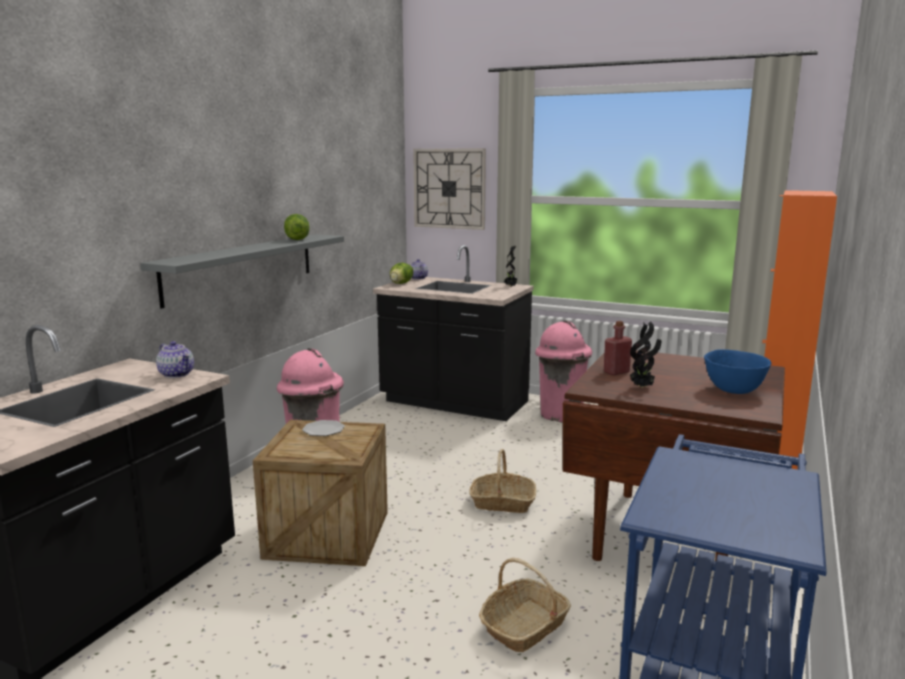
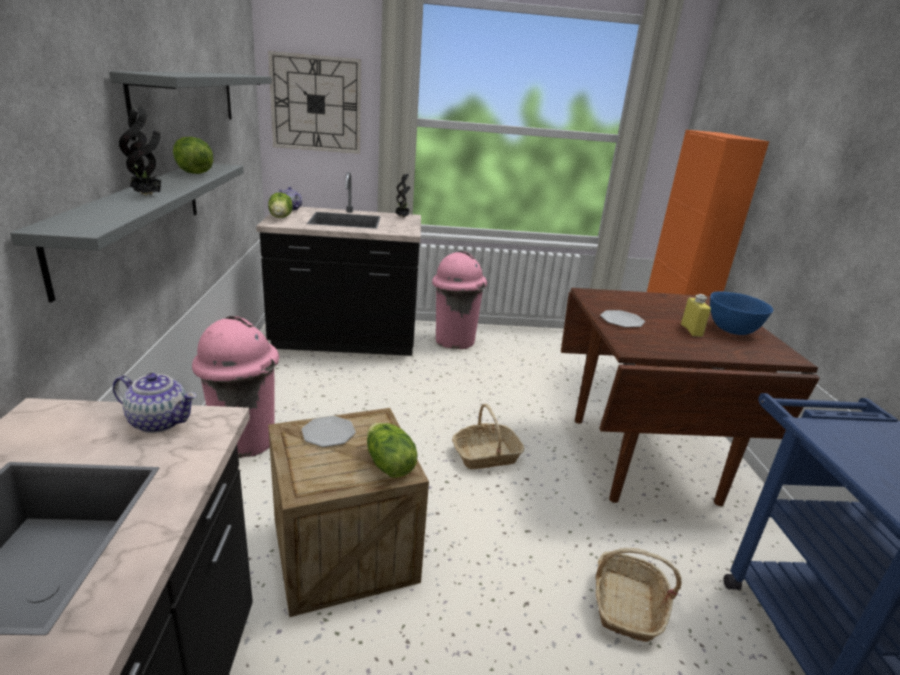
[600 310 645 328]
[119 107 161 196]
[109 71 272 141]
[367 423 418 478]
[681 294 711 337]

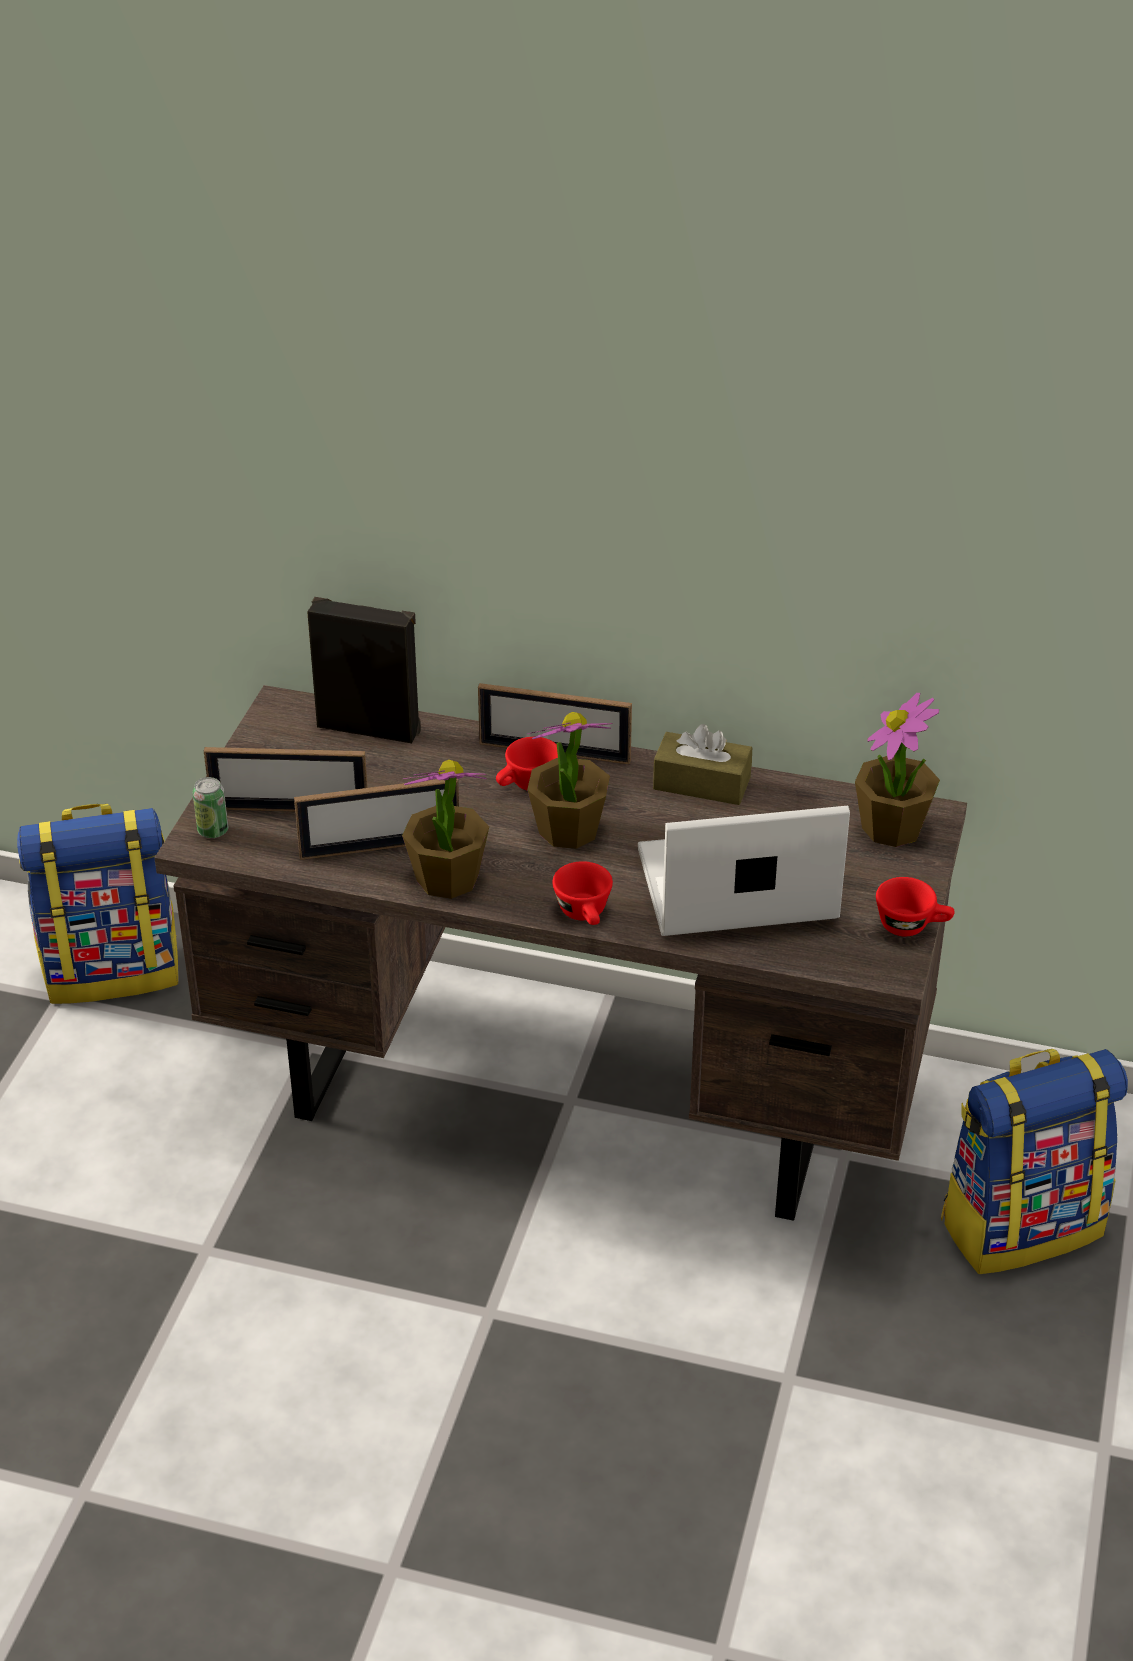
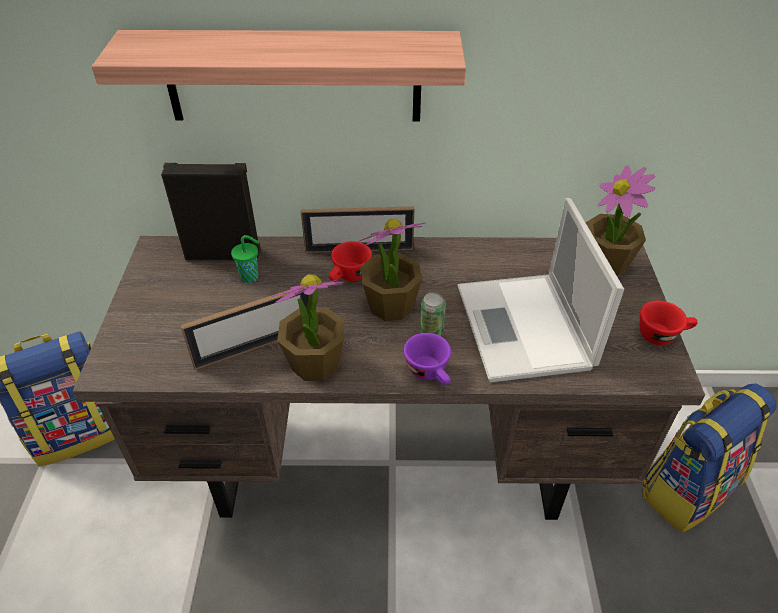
[420 292 446 336]
[204 747 368 812] (first image)
[404 333 451 385]
[458 198 624 382]
[653 724 752 805] (first image)
[92 30 466 121]
[231 235 259 283]

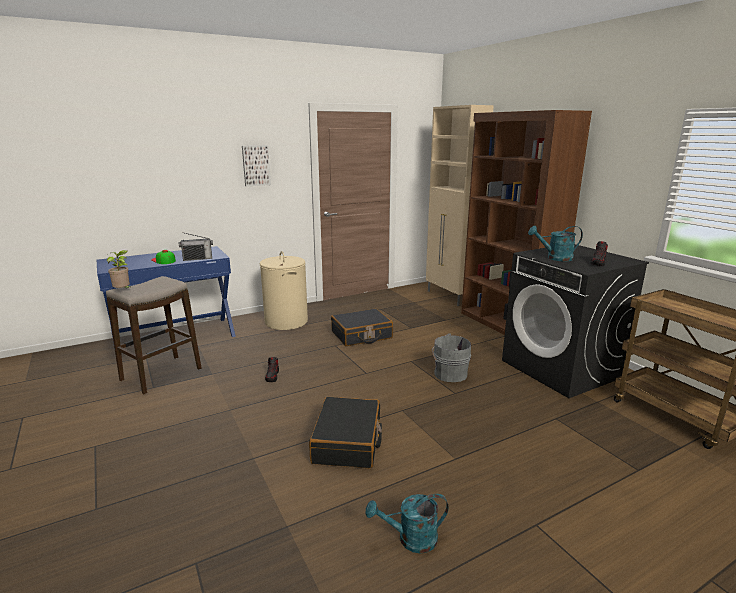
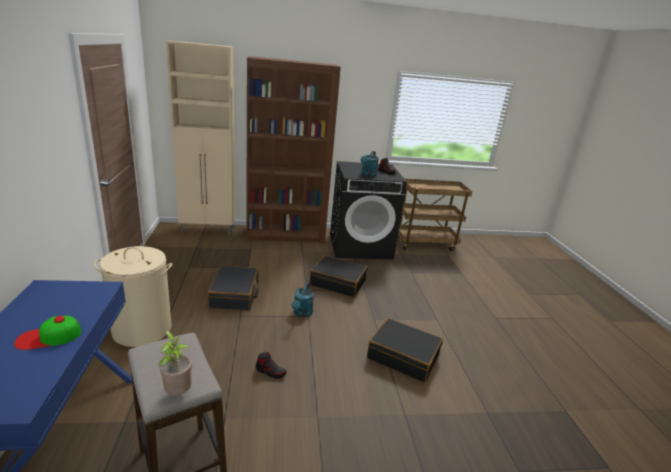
[179 232 213 261] (first image)
[242 145 271 186] (first image)
[292 283 314 317]
[310 256 368 297]

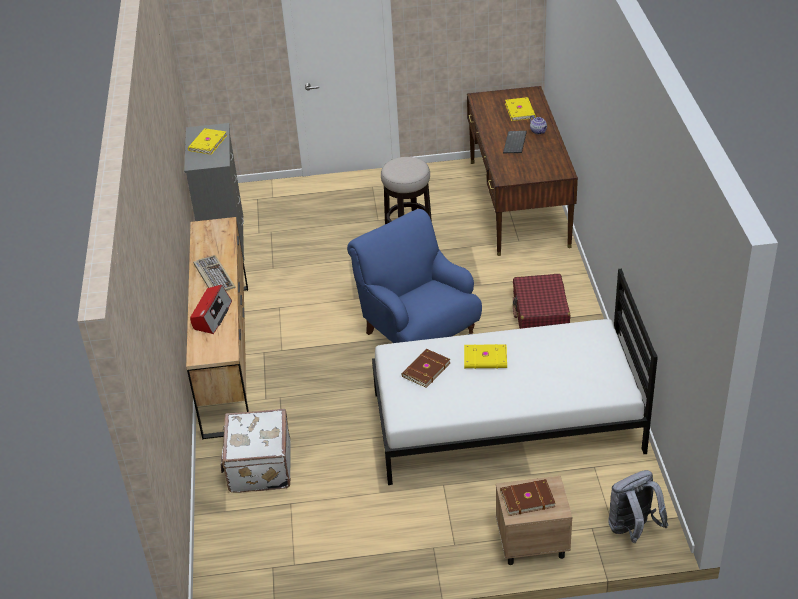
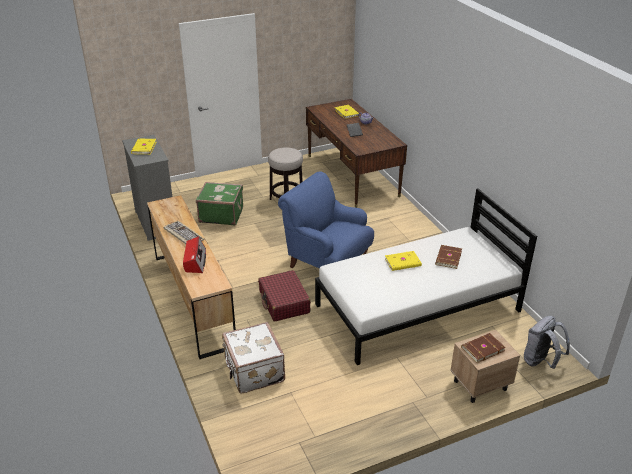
[435 245 462 269]
[258 270 311 322]
[196 182 243 225]

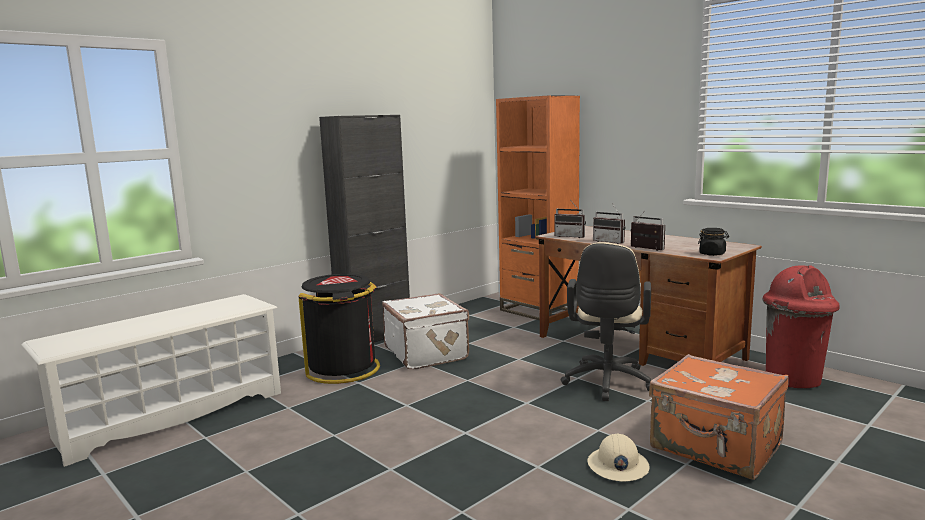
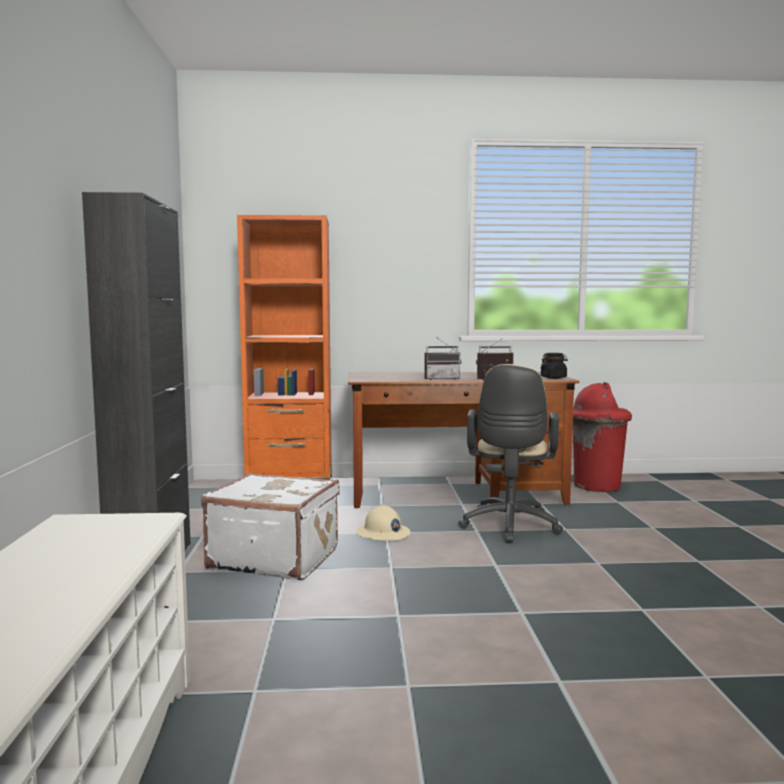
[298 274 380 384] (first image)
[554 201 586 238] (first image)
[458 364 563 543]
[356 506 411 541]
[649 354 789 480] (first image)

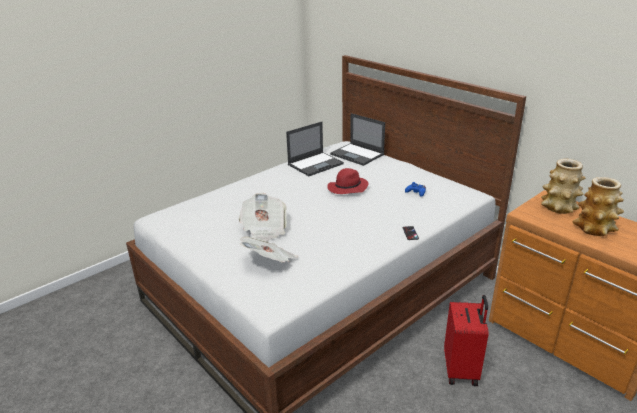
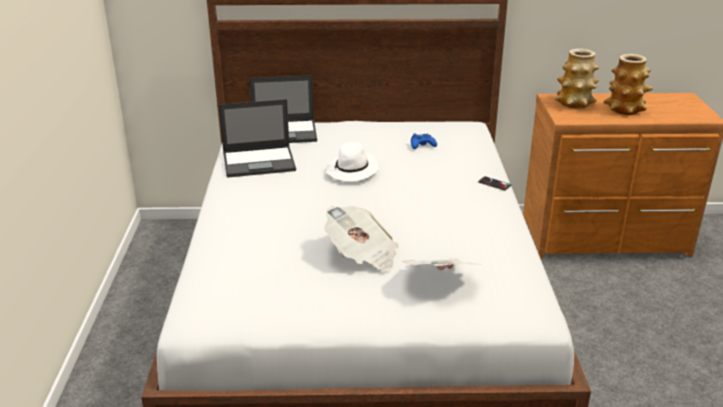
[219 99 296 178]
[326 143 379 182]
[444 295 489 386] (first image)

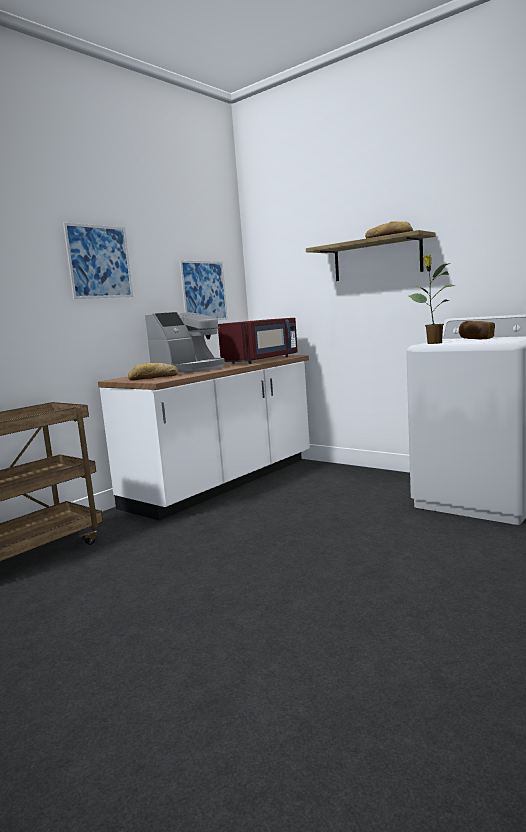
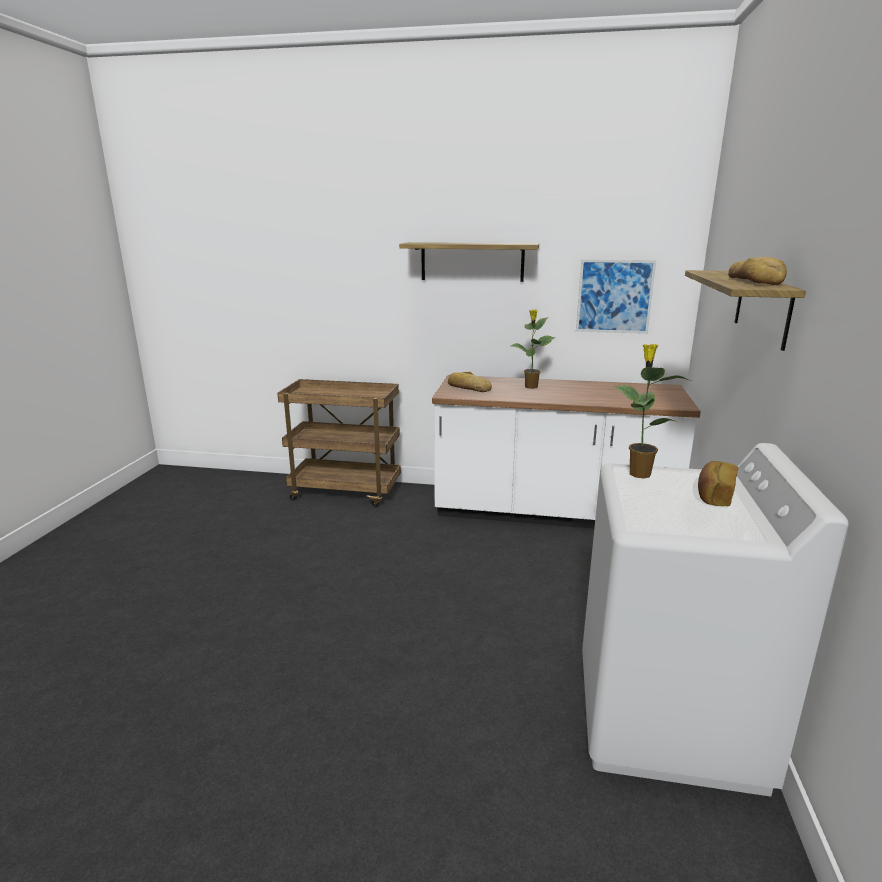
[399 242 539 282]
[511 309 555 389]
[218 318 298 364] (first image)

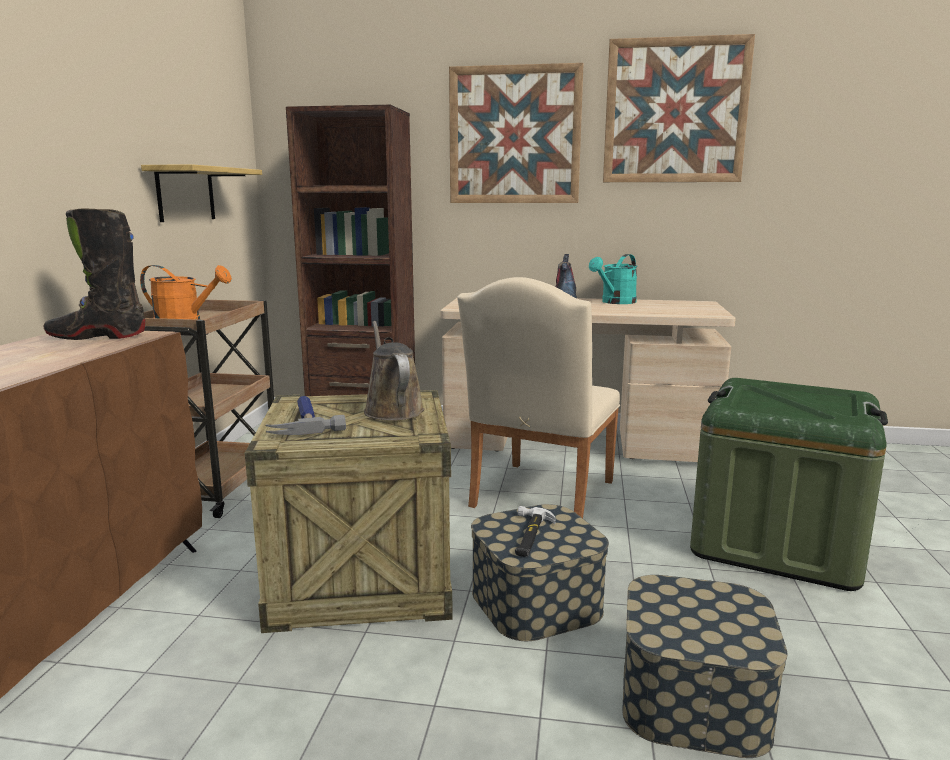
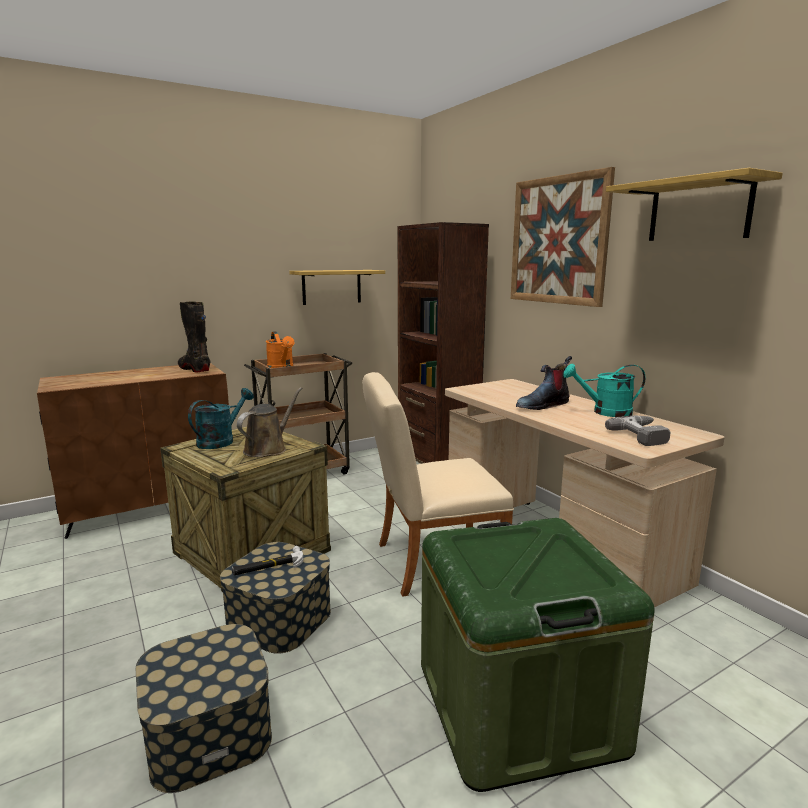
[188 388 254 449]
[606 168 783 241]
[605 416 671 446]

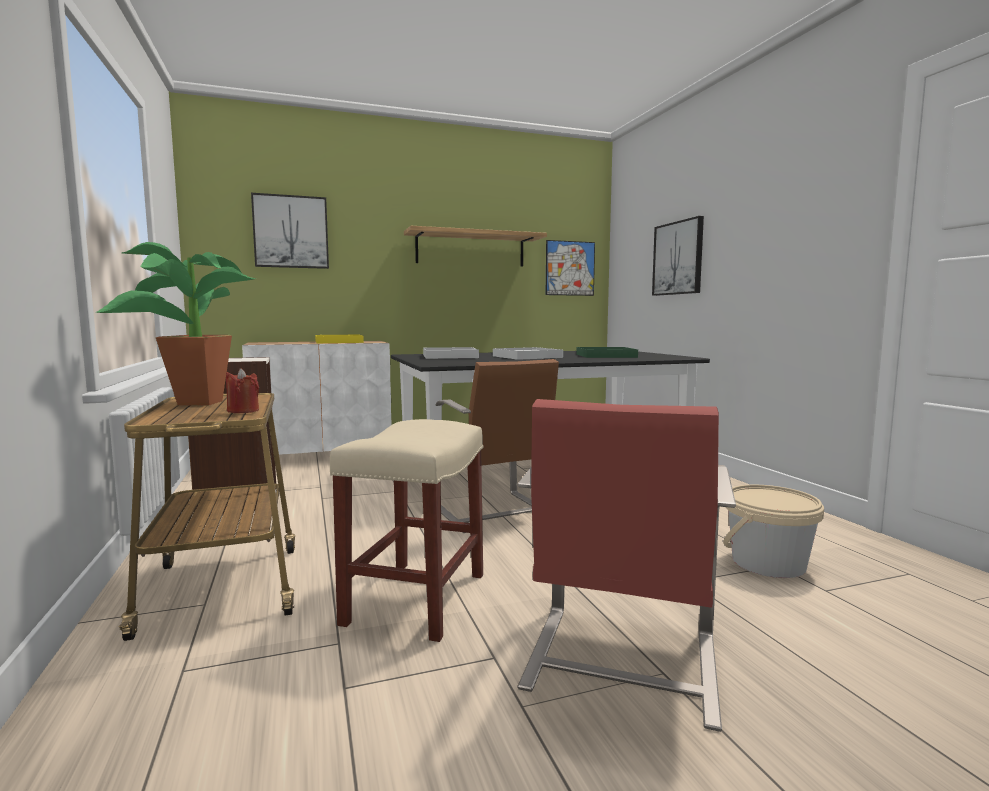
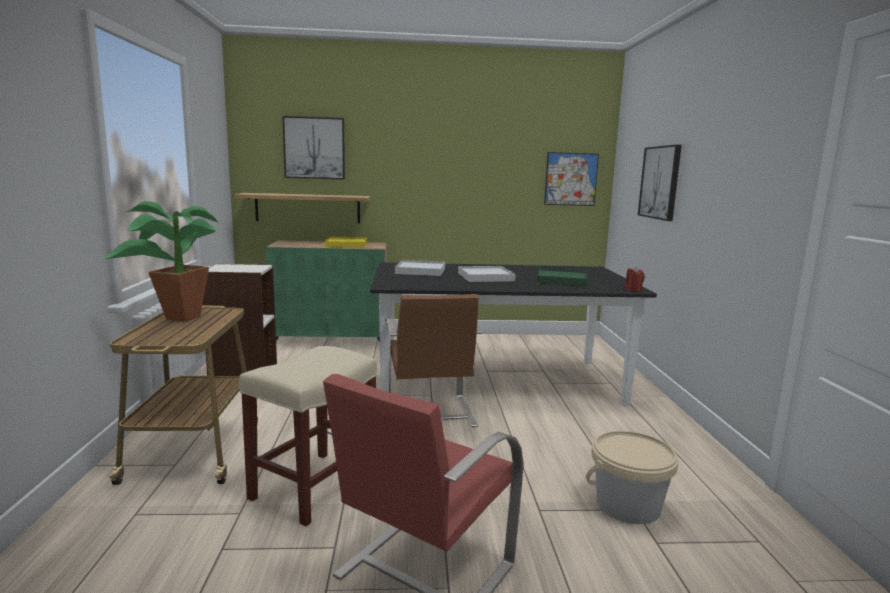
[625 267 645 292]
[265 240 387 343]
[234 193 370 223]

